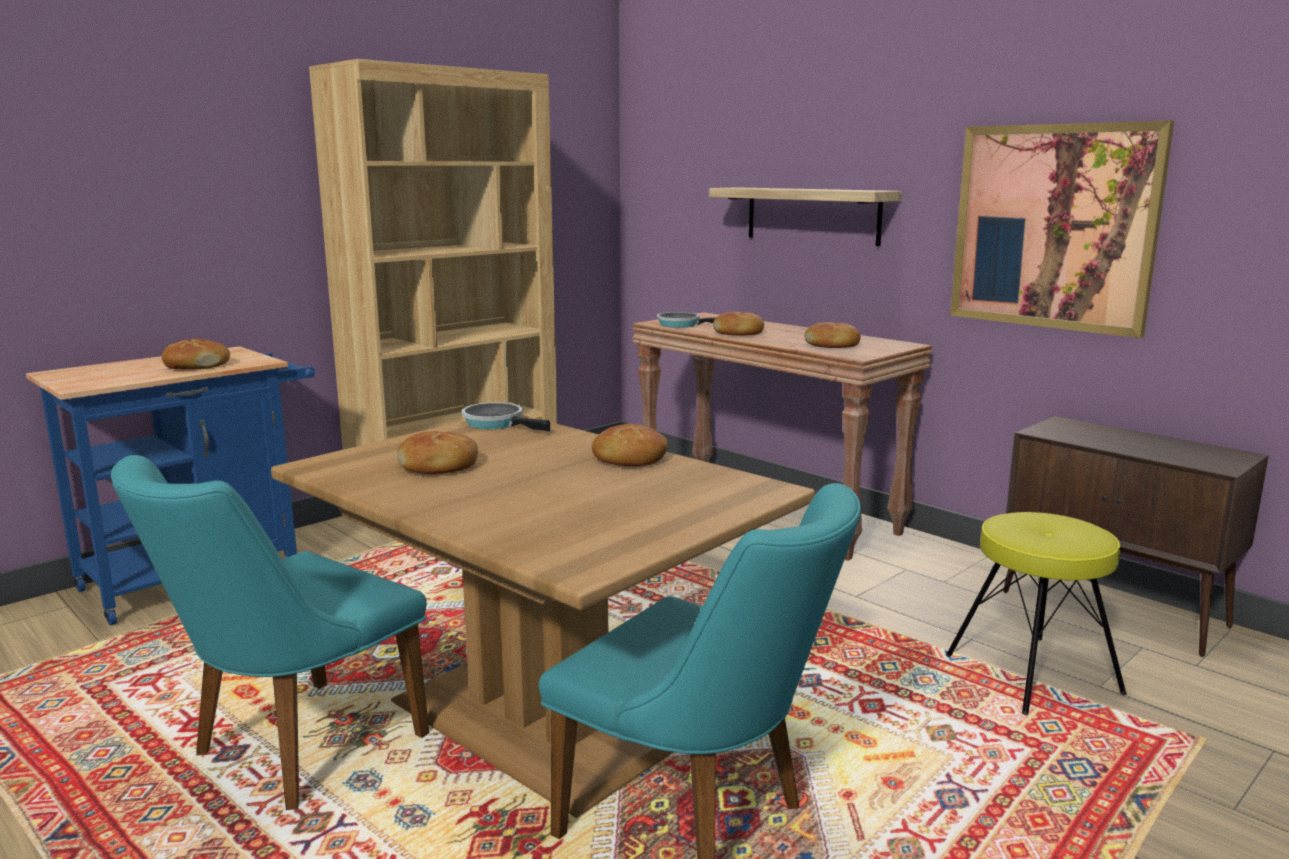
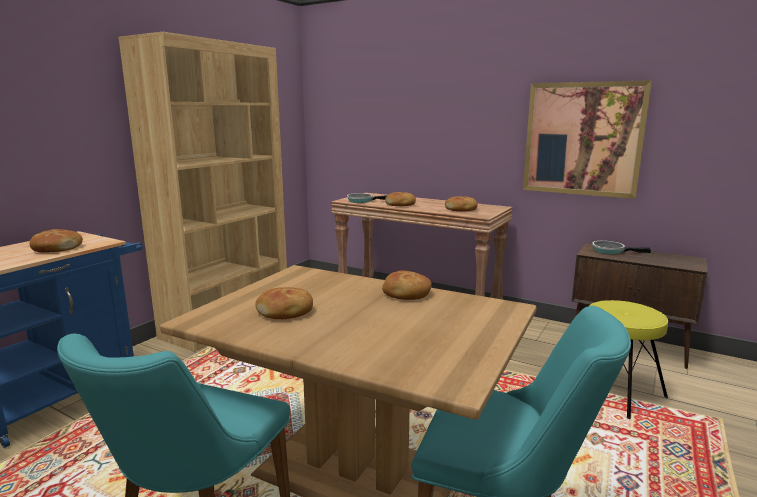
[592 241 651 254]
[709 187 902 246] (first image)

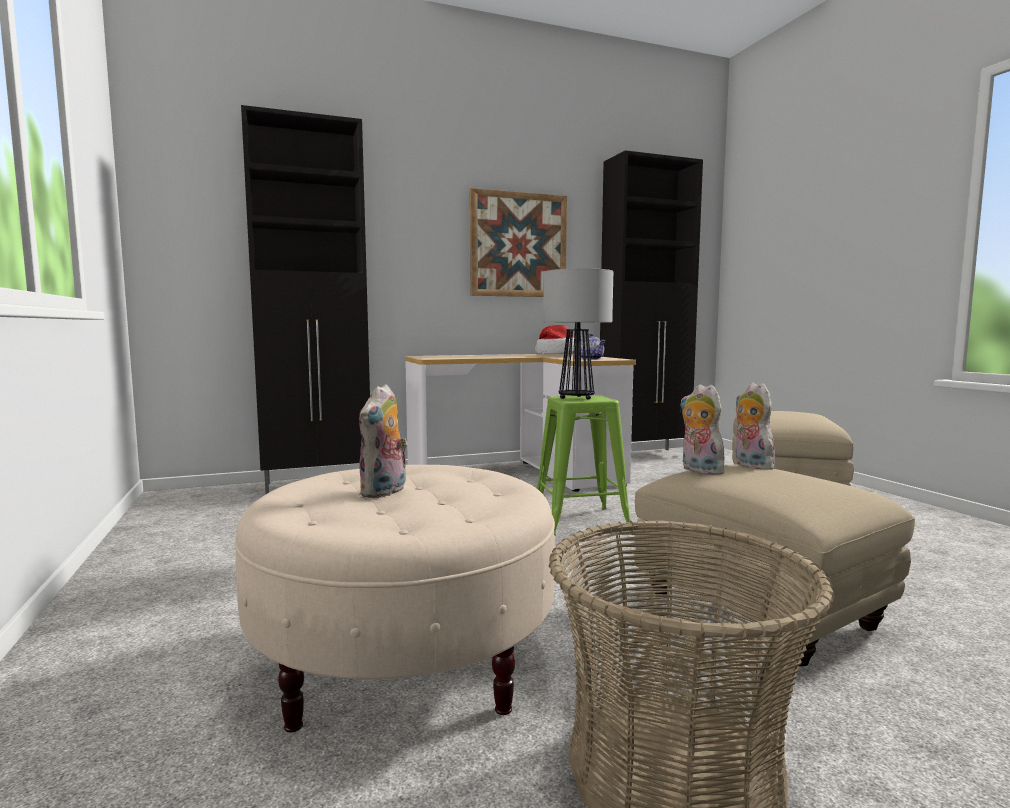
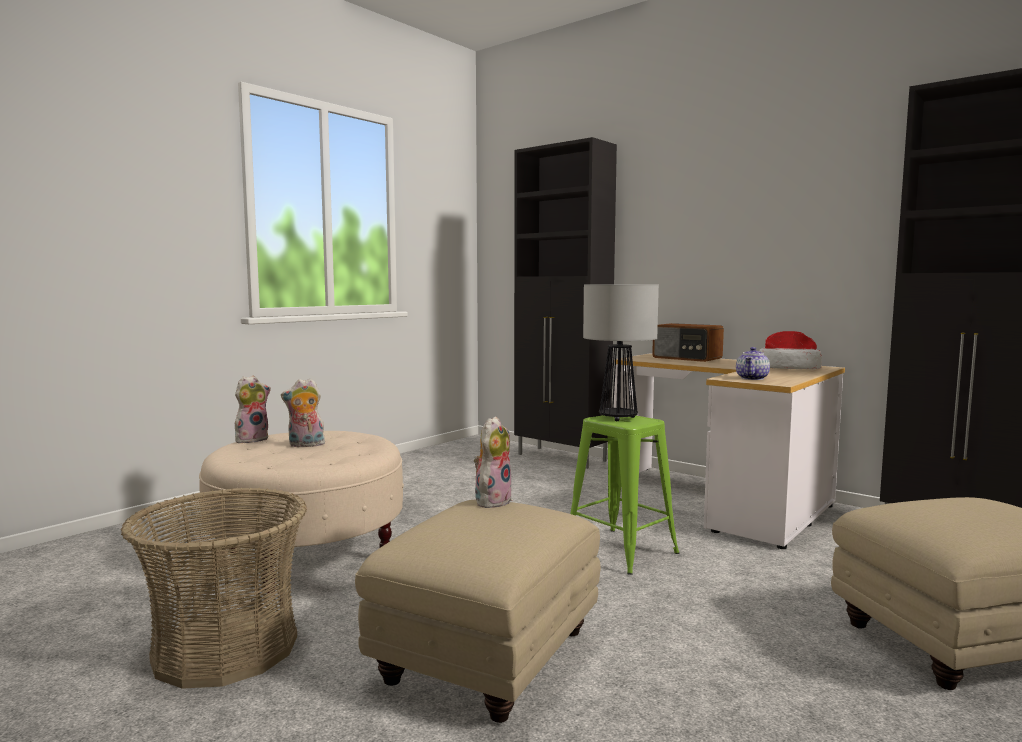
[470 188 567 297] (first image)
[235 376 271 444]
[652 323 724 362]

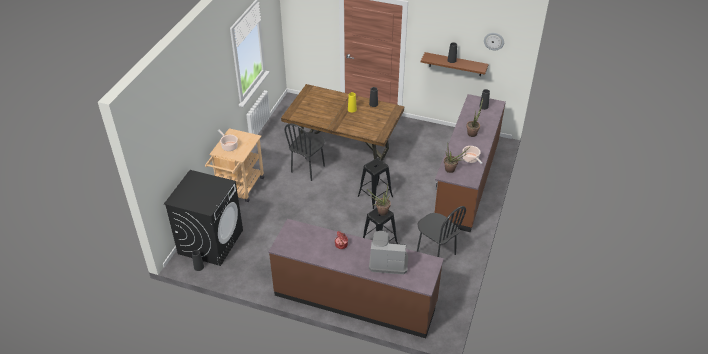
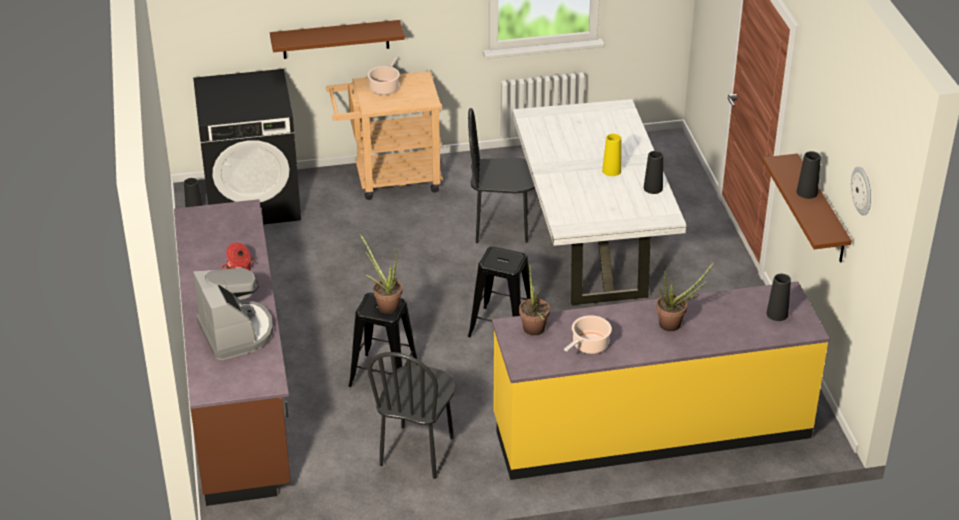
[513 99 686 305]
[492 281 830 480]
[270 20 405 59]

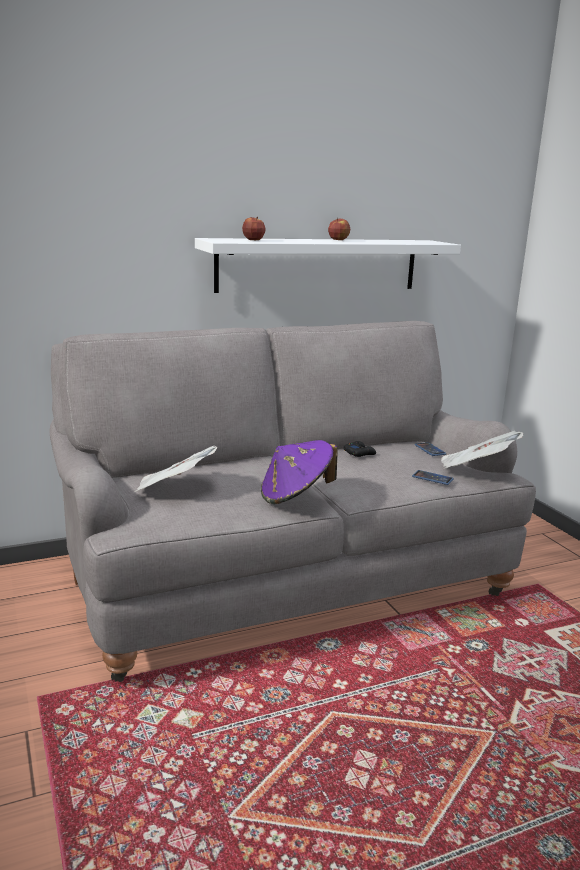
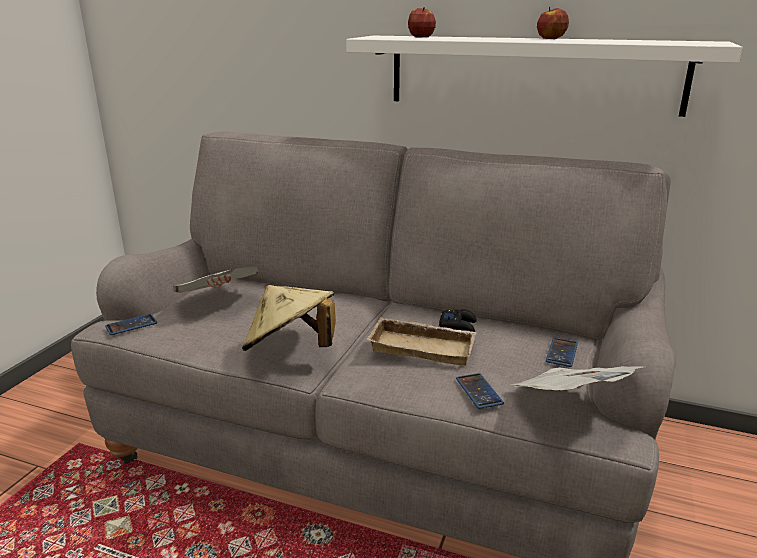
[242 285 336 351]
[105 314 157 335]
[367 317 477 366]

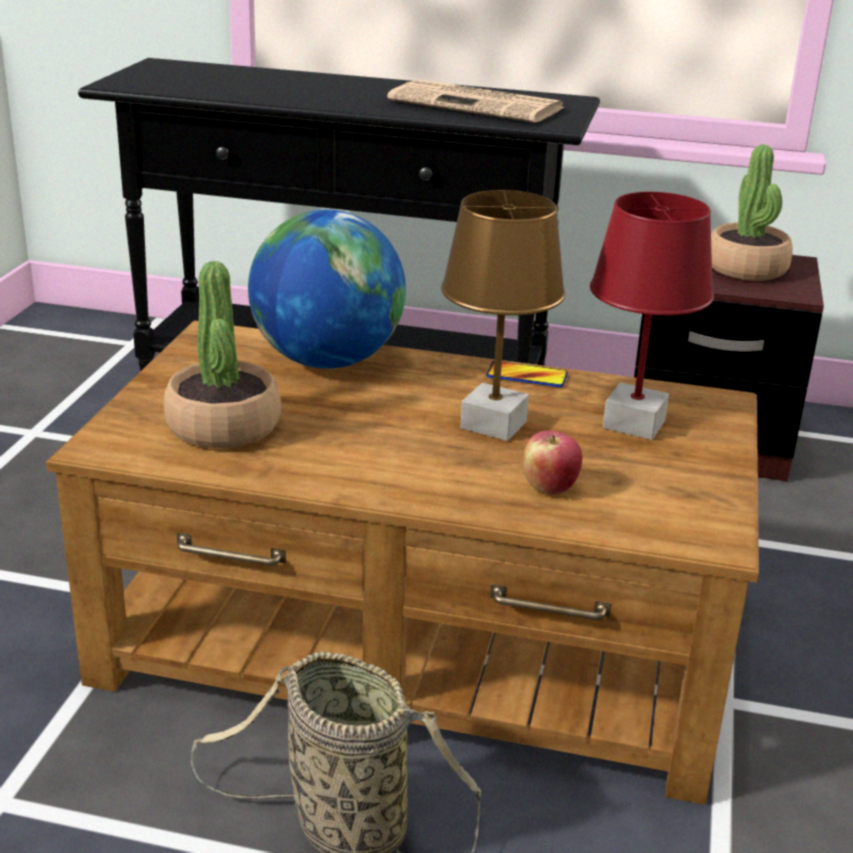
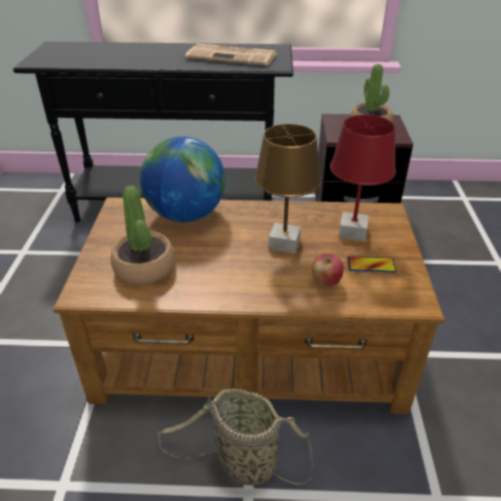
[347 257 396 272]

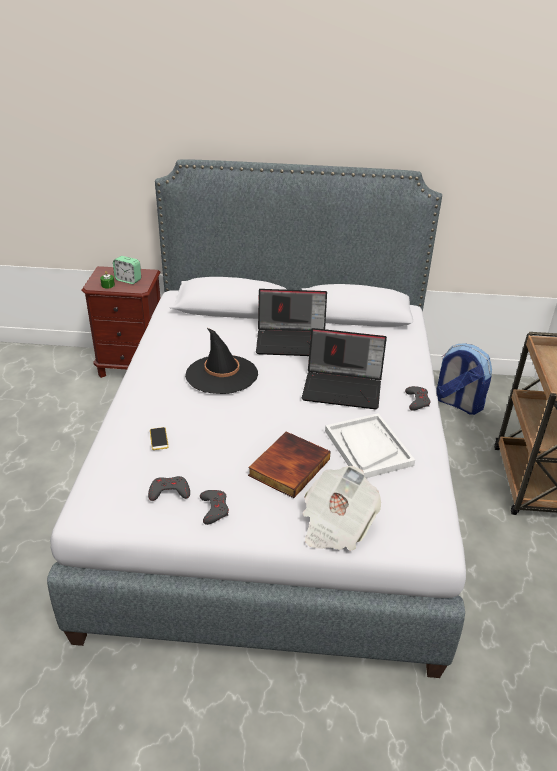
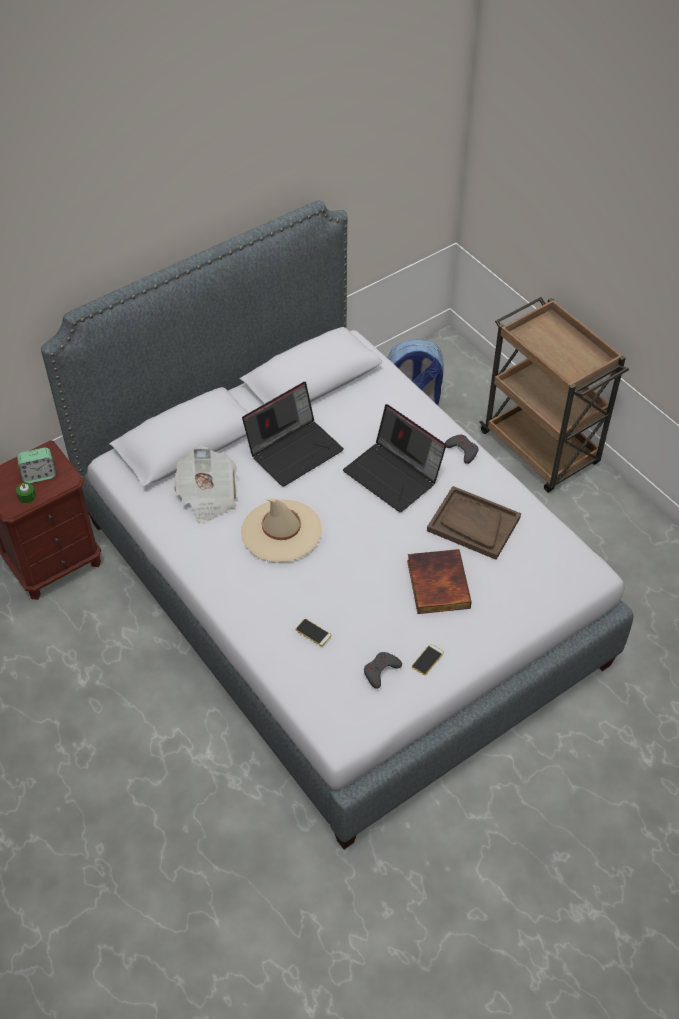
[241 498 322 563]
[412 644 444 675]
[343 404 446 512]
[174 446 237 524]
[427 486 521 560]

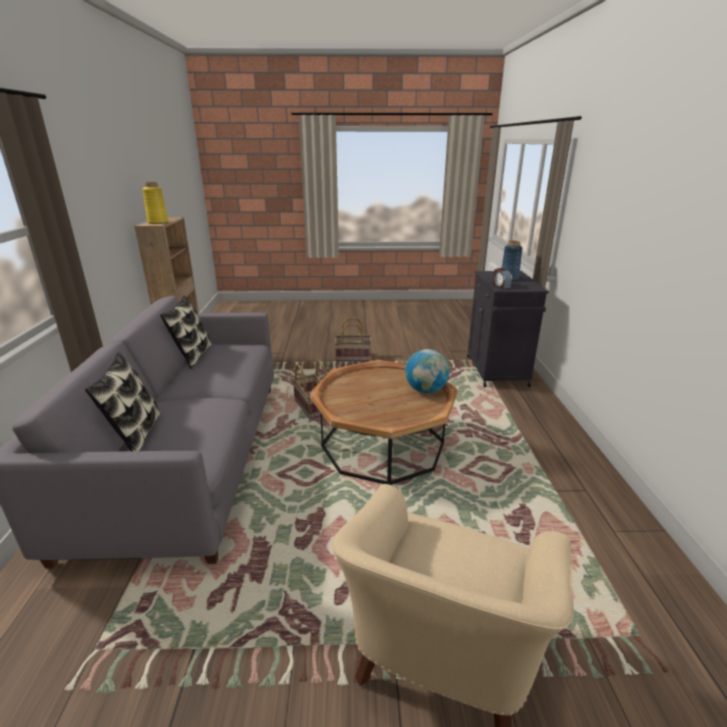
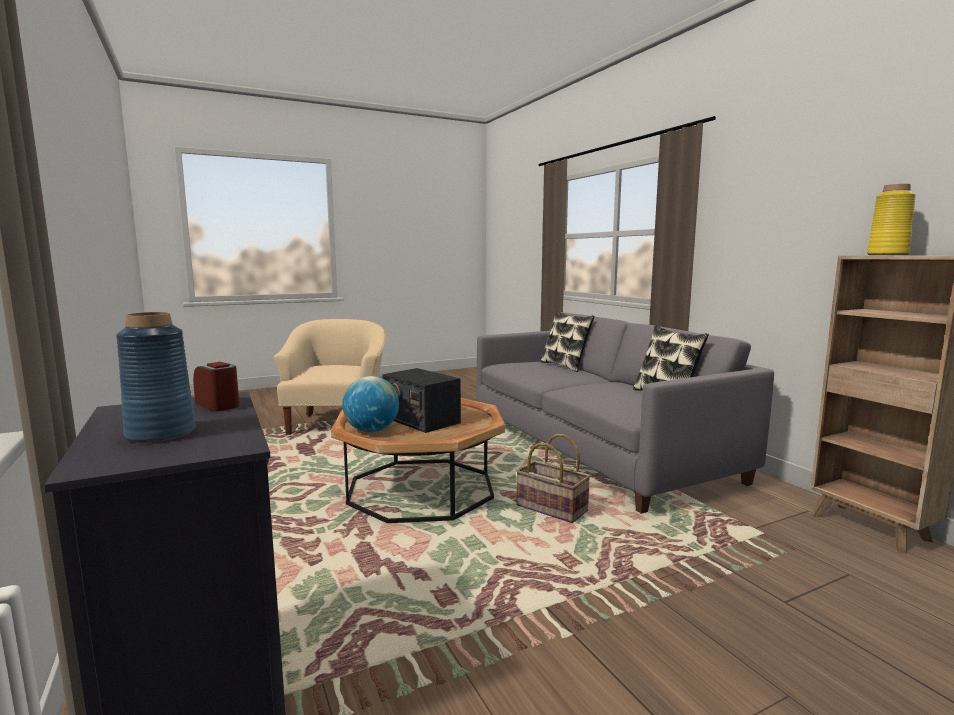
[335 317 371 361] (first image)
[382 368 461 433]

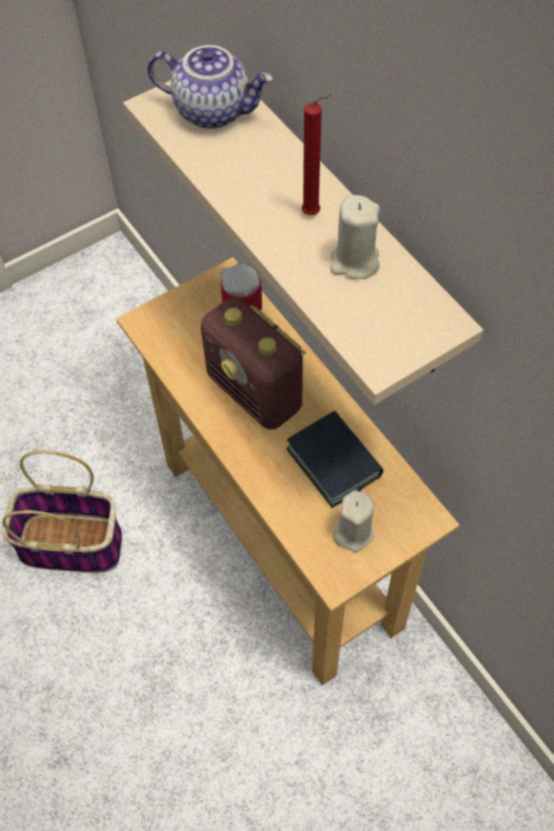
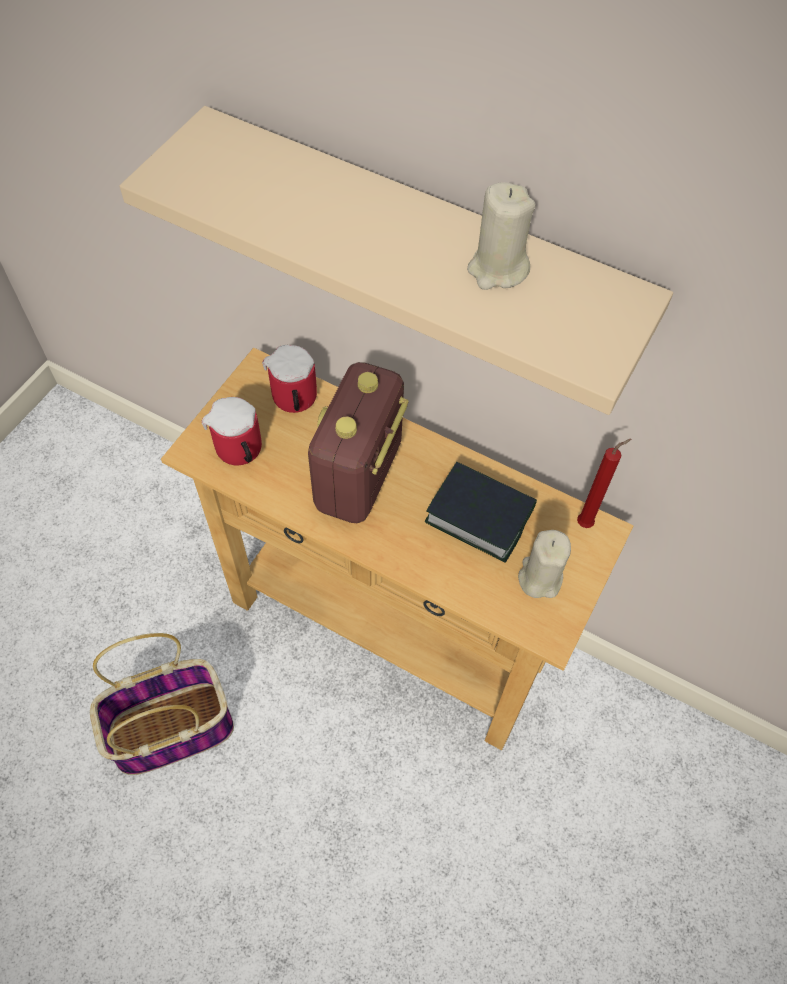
[148 45 273 129] (first image)
[308 362 409 523]
[577 439 631 528]
[202 397 262 465]

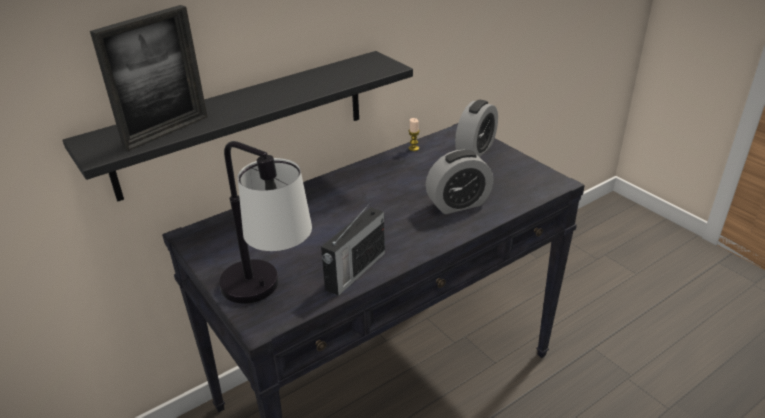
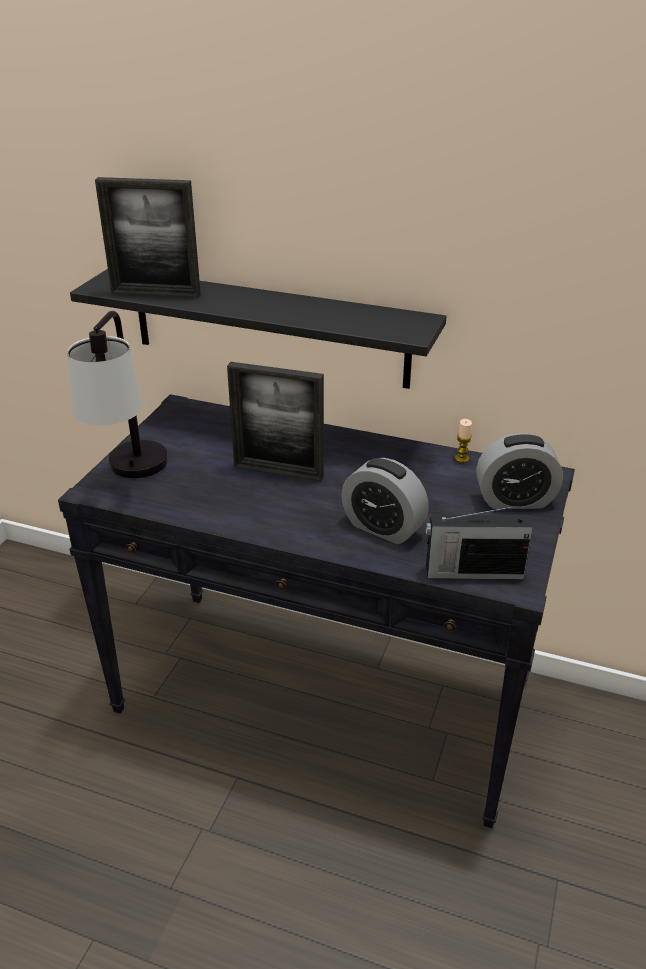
[426 505 533 579]
[227 362 324 482]

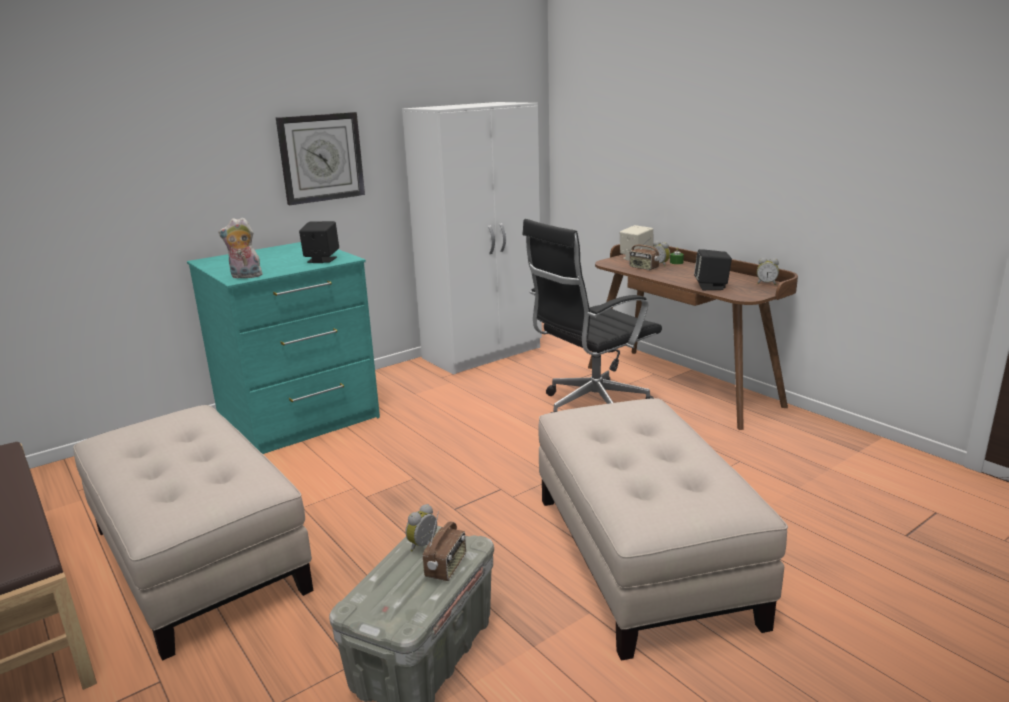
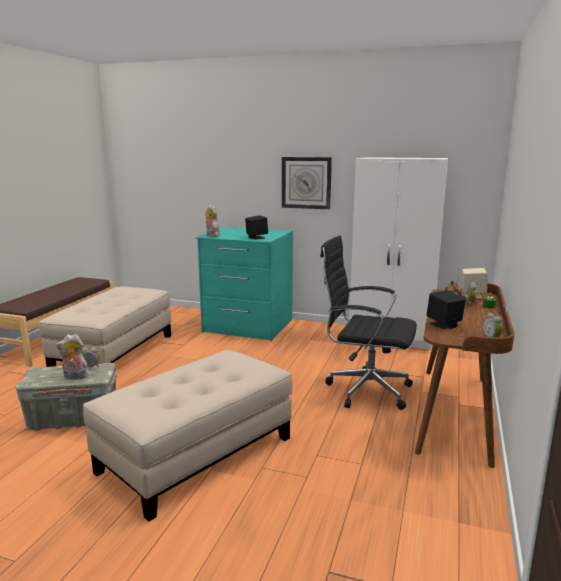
[56 334 89 381]

